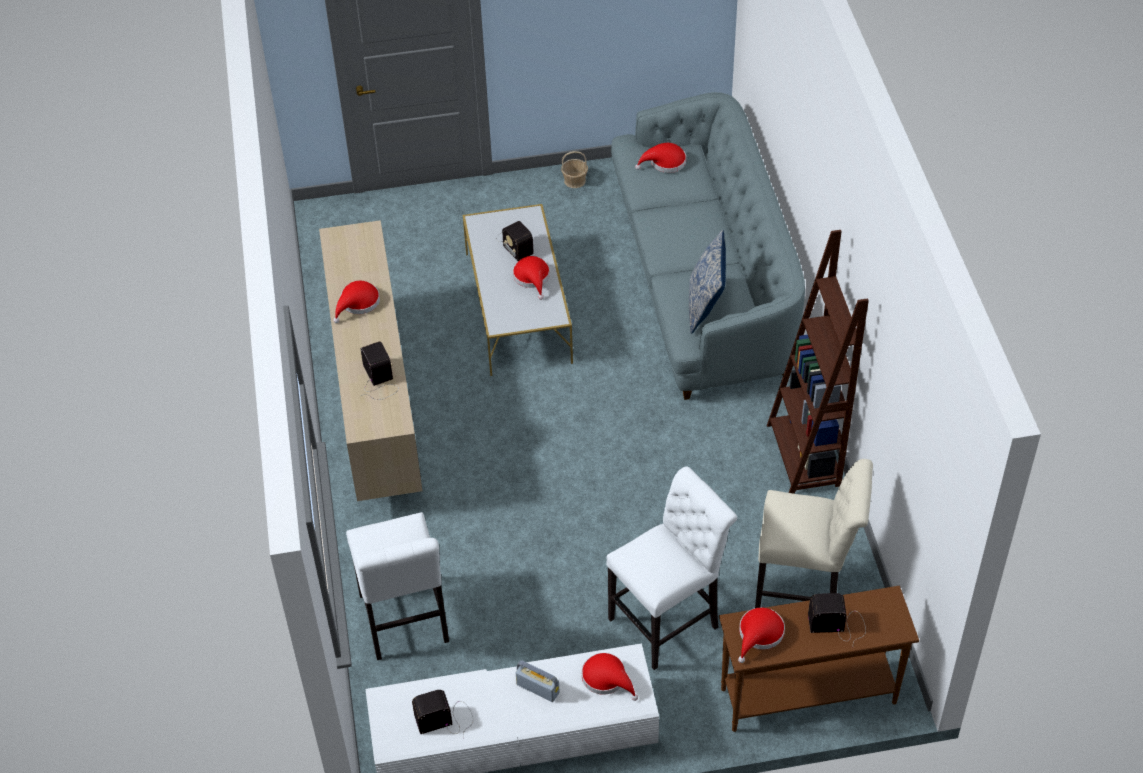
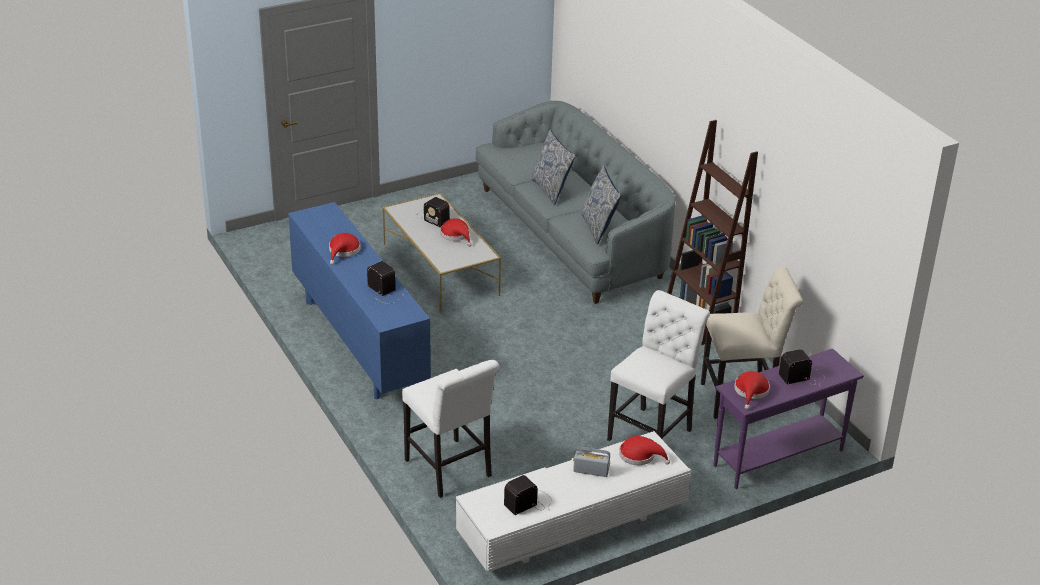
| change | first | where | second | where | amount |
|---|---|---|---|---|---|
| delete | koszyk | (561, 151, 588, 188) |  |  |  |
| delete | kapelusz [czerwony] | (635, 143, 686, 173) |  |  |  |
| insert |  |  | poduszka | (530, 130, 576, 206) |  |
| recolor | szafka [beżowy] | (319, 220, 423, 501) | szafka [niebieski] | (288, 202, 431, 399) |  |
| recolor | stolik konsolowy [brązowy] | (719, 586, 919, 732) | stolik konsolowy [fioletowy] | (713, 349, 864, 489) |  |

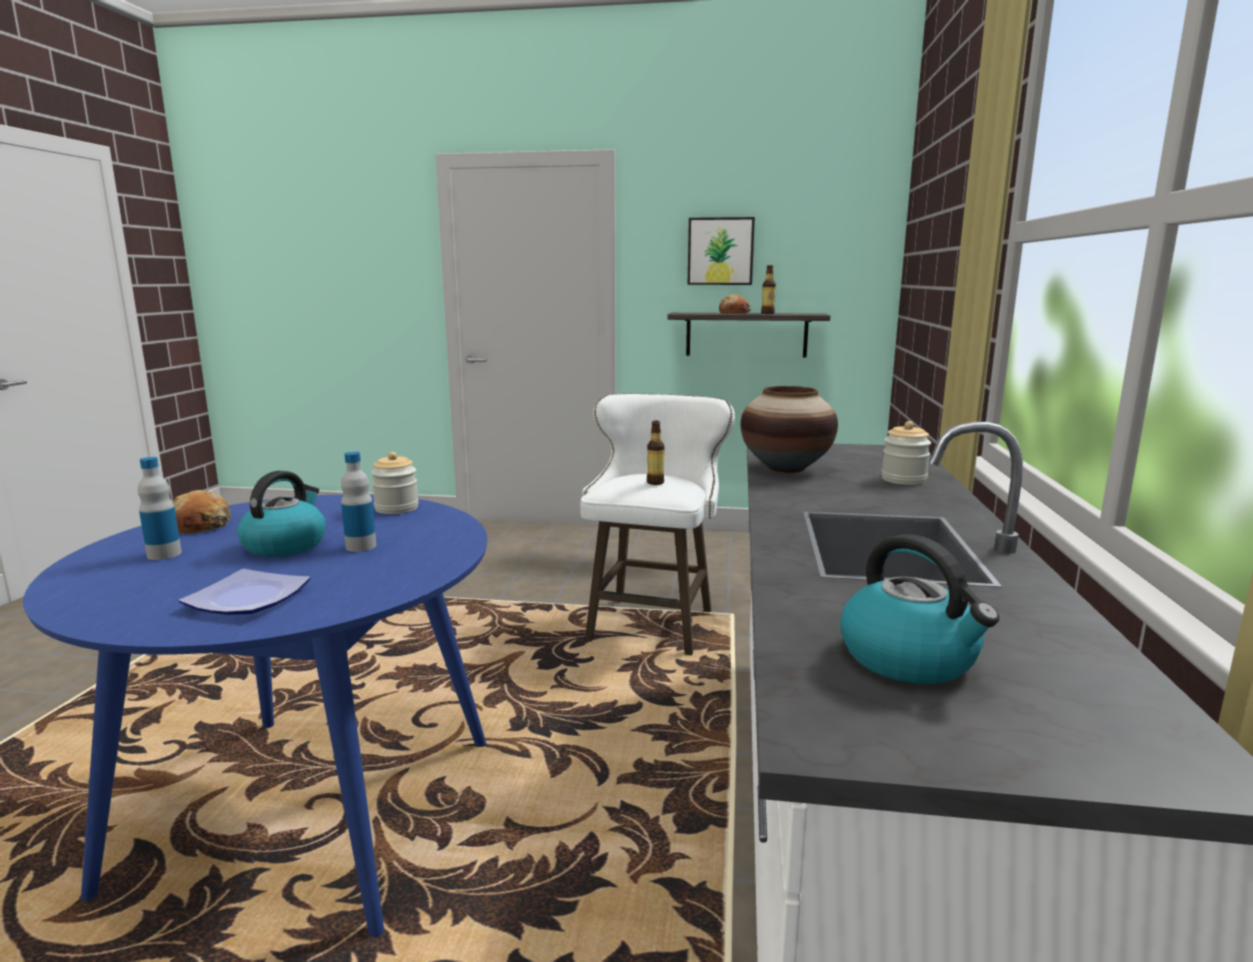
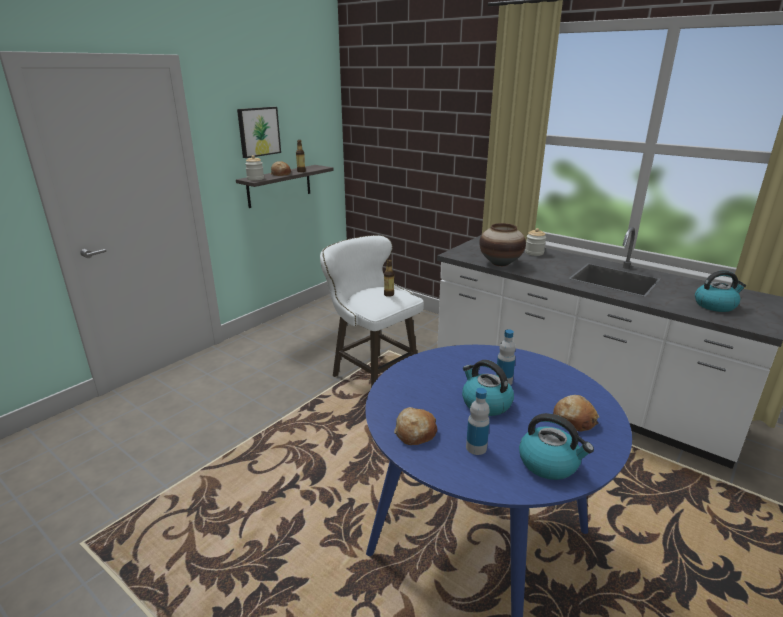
| change | first | where | second | where | amount |
|---|---|---|---|---|---|
| insert |  |  | czajnik | (519, 413, 594, 480) |  |
| move | słoik | (371, 452, 419, 514) |  | (245, 155, 264, 180) |  |
| replace | talerz | (179, 569, 311, 615) | chleb | (553, 395, 599, 431) |  |

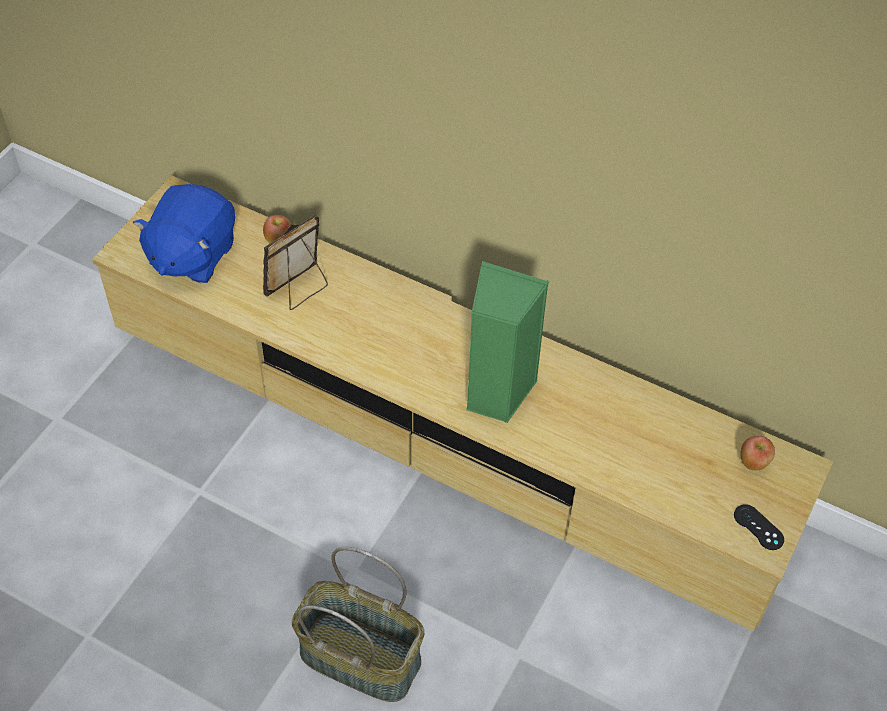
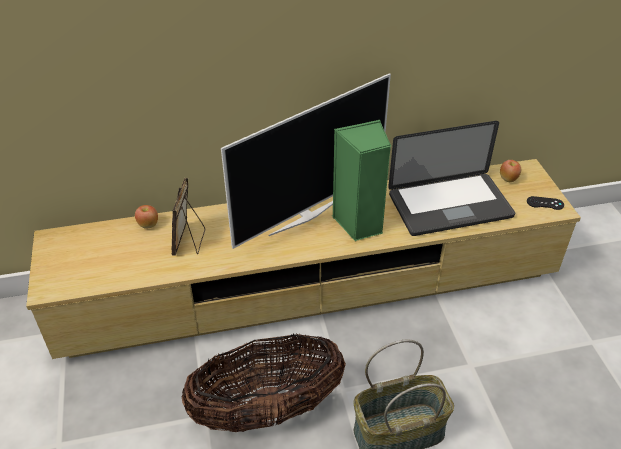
| change | first | where | second | where | amount |
|---|---|---|---|---|---|
| delete | pluszak [niebieski] | (133, 184, 235, 283) |  |  |  |
| insert |  |  | koszyk | (182, 333, 346, 432) |  |
| insert |  |  | telewizor | (221, 73, 391, 249) |  |
| insert |  |  | laptop | (388, 121, 515, 236) |  |

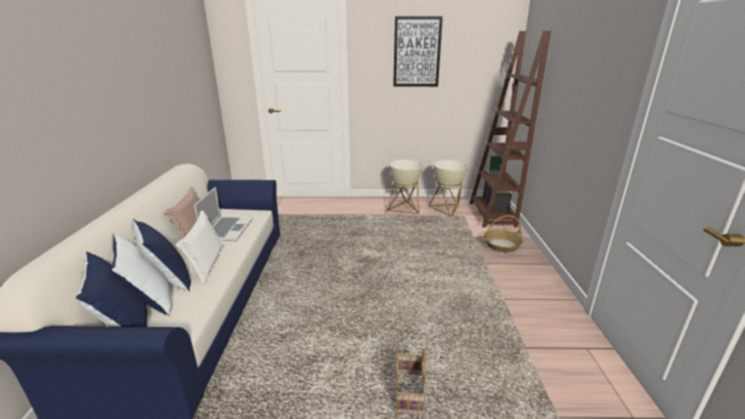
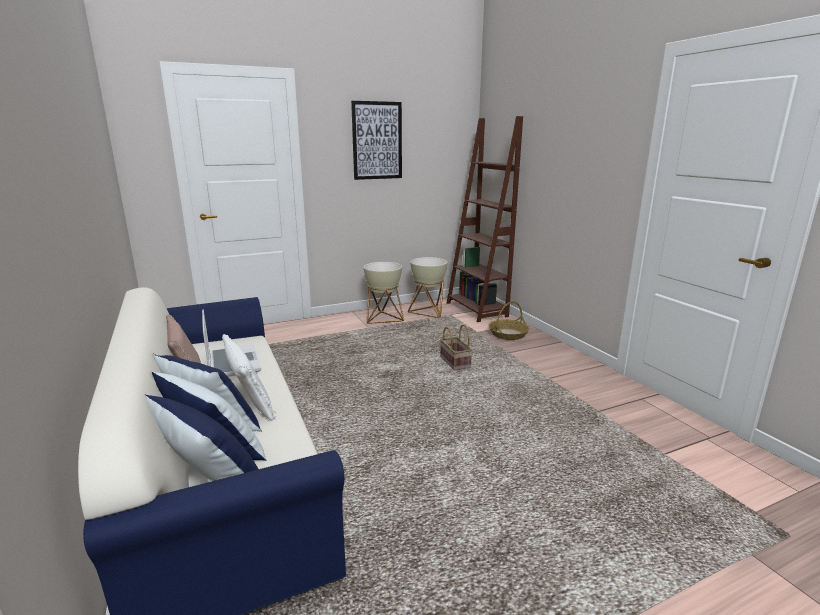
| change | first | where | second | where | amount |
|---|---|---|---|---|---|
| move | koszyk | (395, 347, 426, 415) |  | (440, 324, 472, 370) |  |

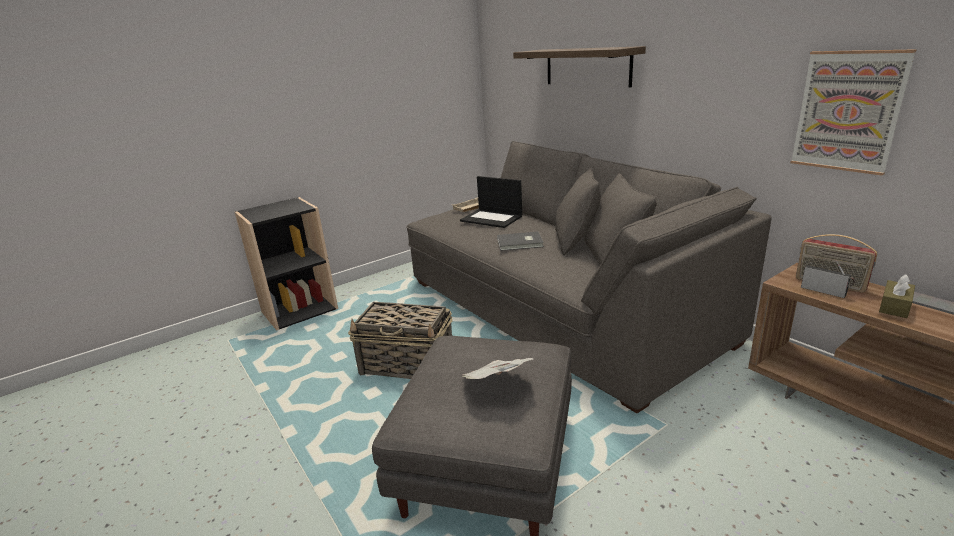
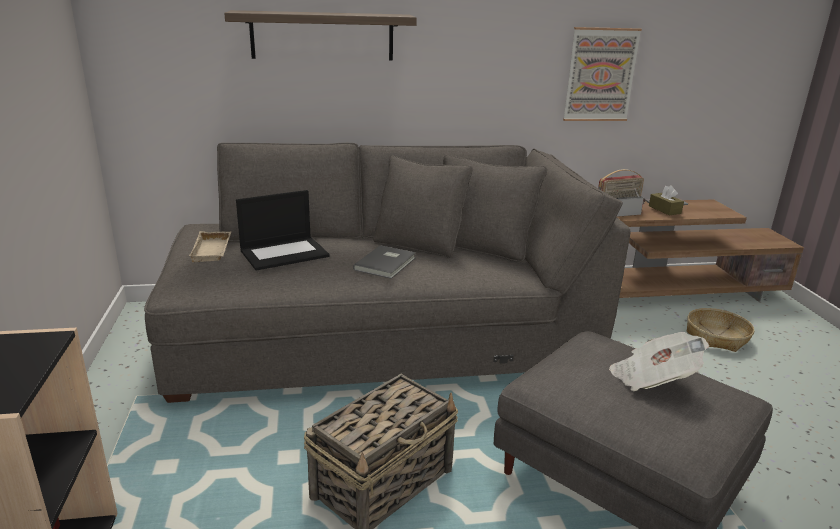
| change | first | where | second | where | amount |
|---|---|---|---|---|---|
| insert |  |  | koszyk | (687, 308, 755, 352) |  |

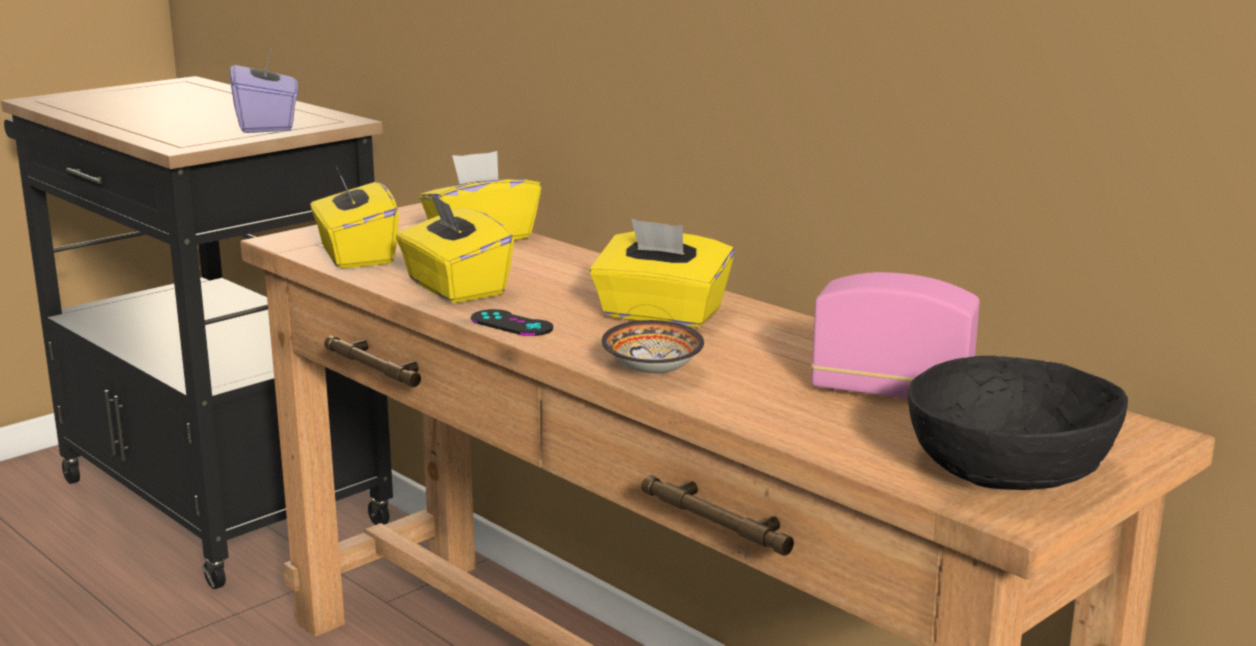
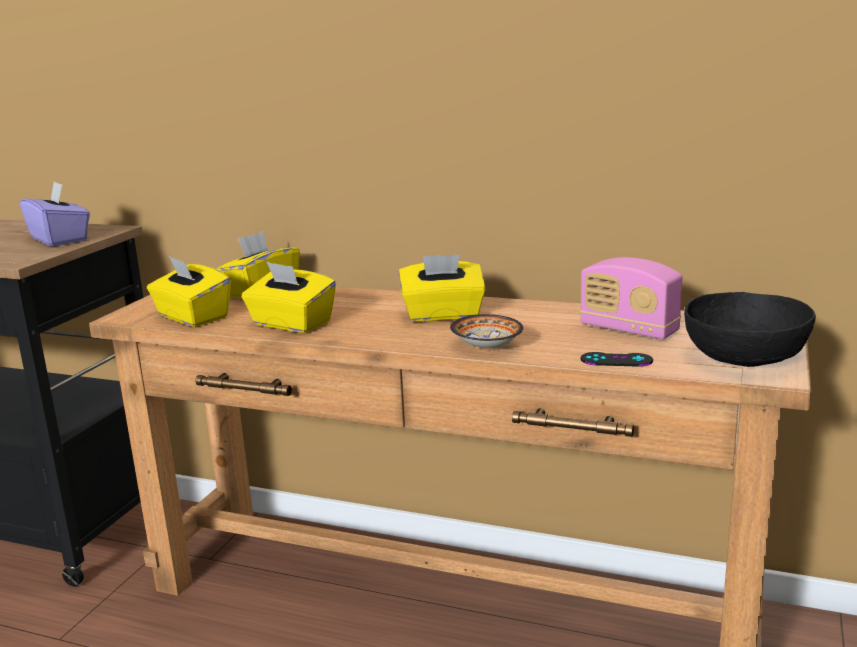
| change | first | where | second | where | amount |
|---|---|---|---|---|---|
| move | pad do gier [czarny] | (471, 309, 553, 336) |  | (581, 352, 653, 367) |  |
| rotate | radio | (811, 272, 980, 399) |  | (580, 257, 682, 339) | 135 degrees counterclockwise |

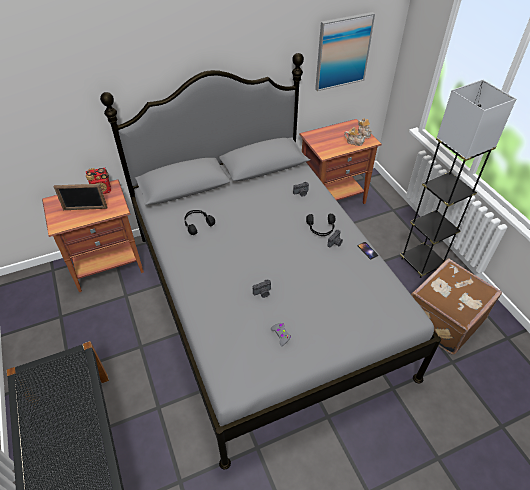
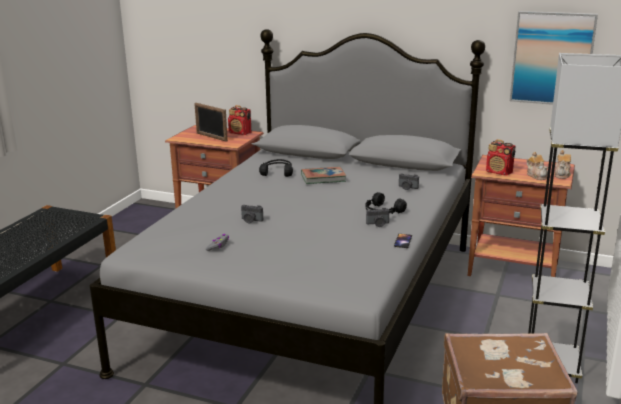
| change | first | where | second | where | amount |
|---|---|---|---|---|---|
| insert |  |  | książka | (301, 167, 346, 184) |  |
| insert |  |  | radio | (486, 139, 516, 175) |  |

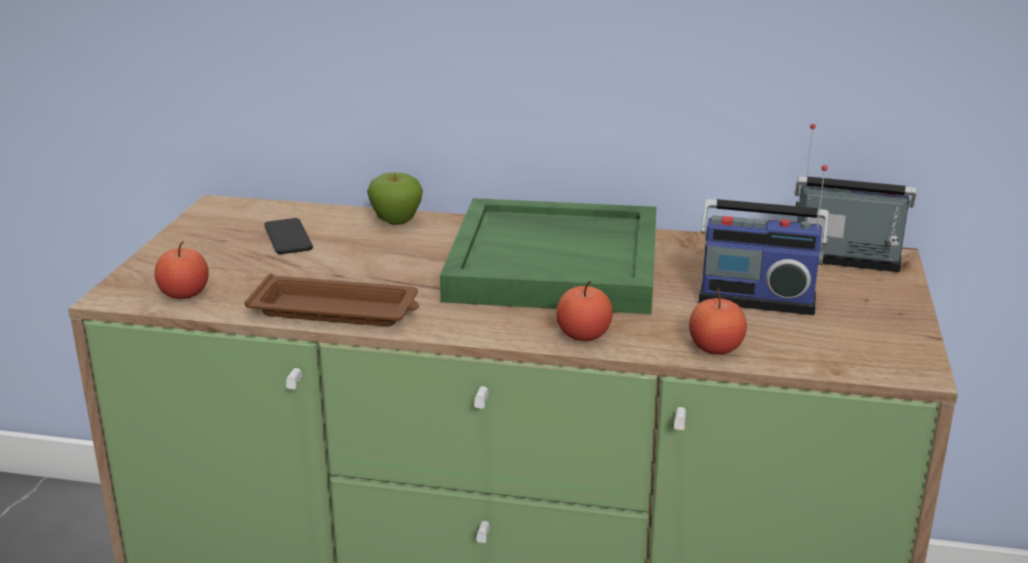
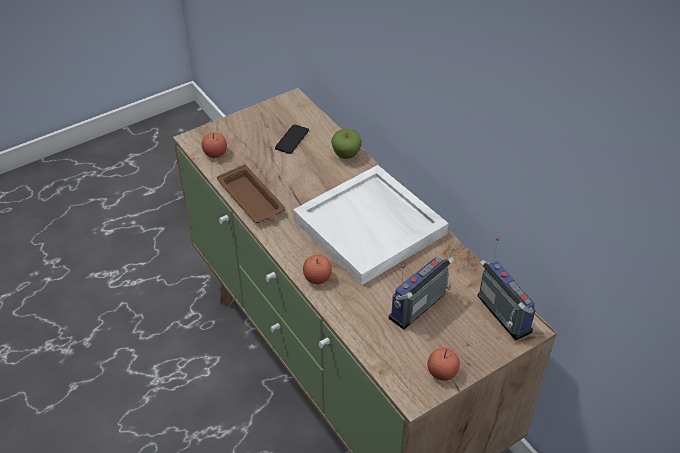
| change | first | where | second | where | amount |
|---|---|---|---|---|---|
| move | jabłko | (689, 288, 747, 354) |  | (427, 348, 460, 381) |  |
| recolor | taca [zielony] | (440, 198, 656, 314) | taca [biały] | (293, 165, 449, 285) |  |
| rotate | radio | (699, 165, 829, 315) |  | (389, 257, 454, 330) | 75 degrees clockwise |

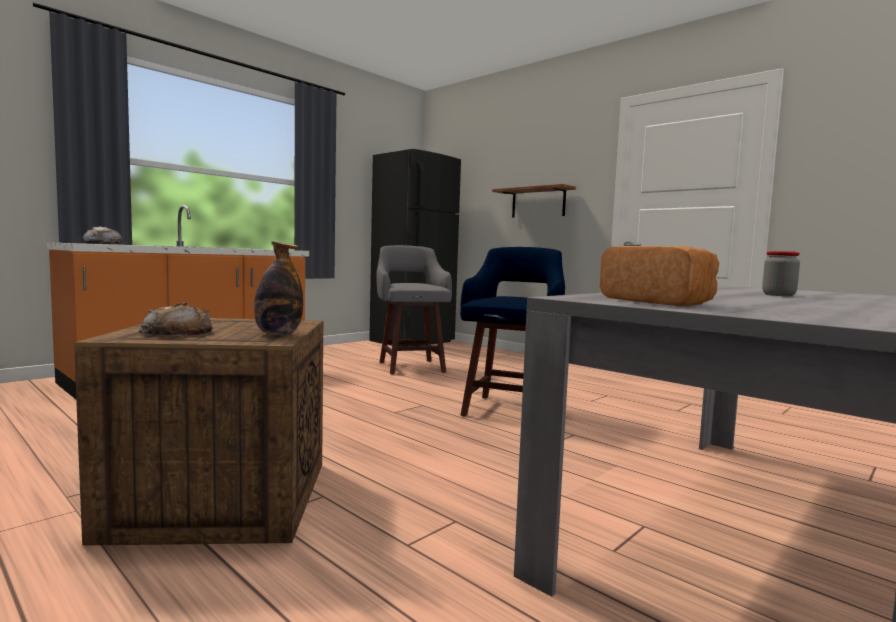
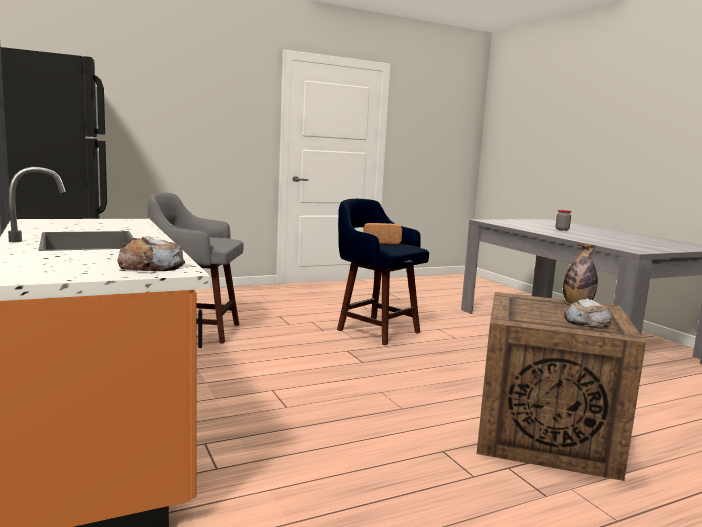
| change | first | where | second | where | amount |
|---|---|---|---|---|---|
| delete | półka | (492, 184, 576, 217) |  |  |  |
| move | chleb | (600, 246, 719, 306) |  | (364, 223, 402, 244) |  |

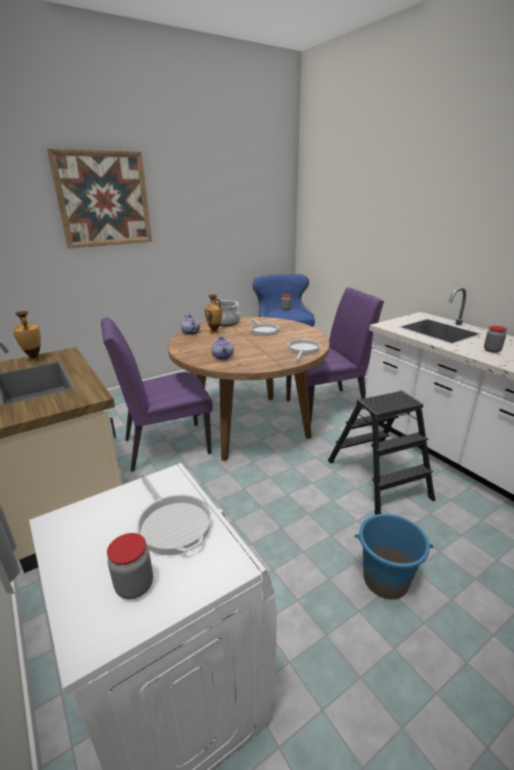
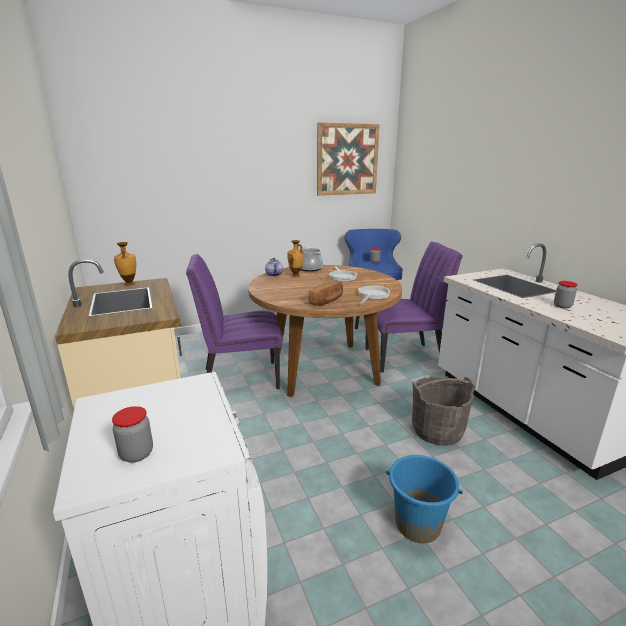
| change | first | where | second | where | amount |
|---|---|---|---|---|---|
| delete | patelnia | (137, 474, 211, 555) |  |  |  |
| delete | imbryk | (211, 336, 234, 360) |  |  |  |
| insert |  |  | chleb | (308, 280, 343, 306) |  |
| move | obraz | (47, 148, 152, 249) |  | (317, 122, 380, 196) |  |
| replace | drabinka [czarny] | (328, 390, 435, 515) | wiadro [szary] | (412, 376, 475, 446) |  |

